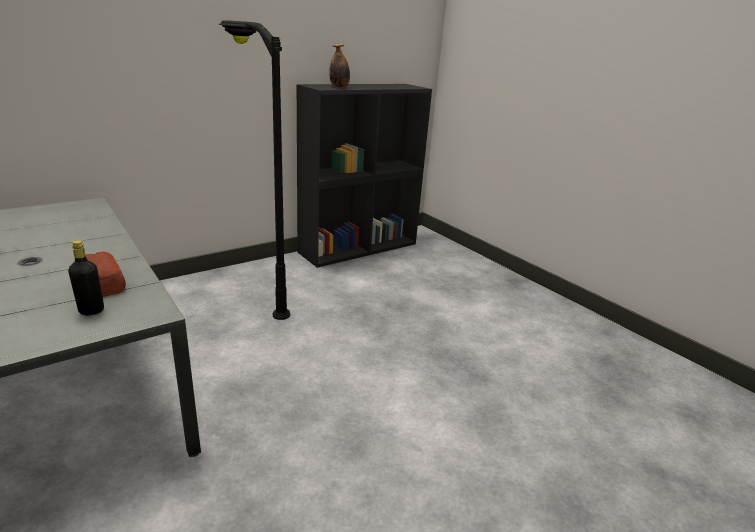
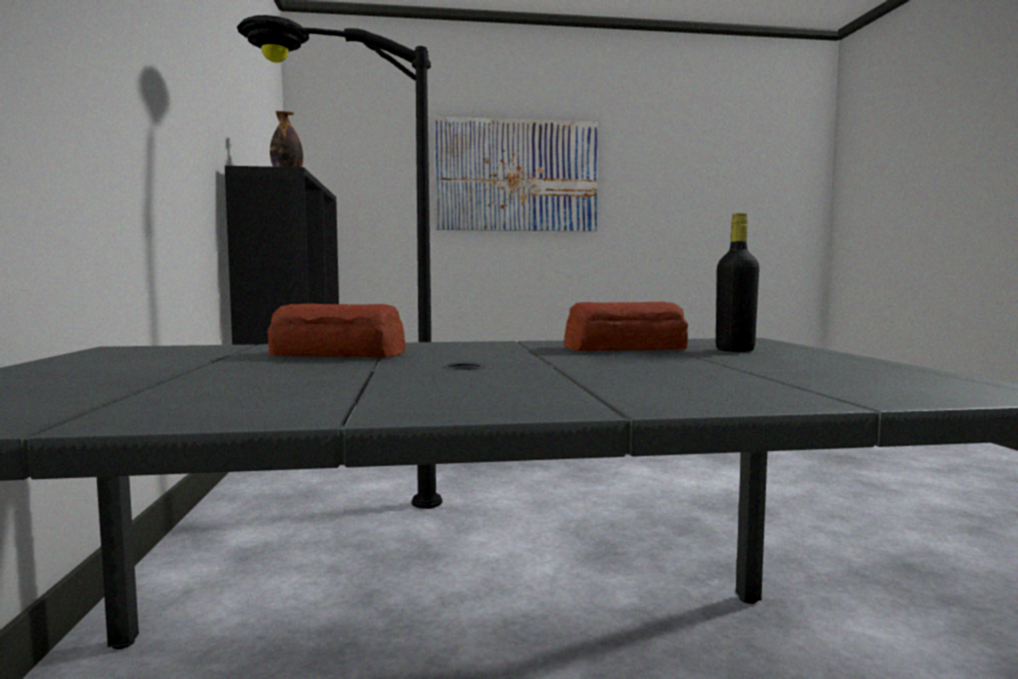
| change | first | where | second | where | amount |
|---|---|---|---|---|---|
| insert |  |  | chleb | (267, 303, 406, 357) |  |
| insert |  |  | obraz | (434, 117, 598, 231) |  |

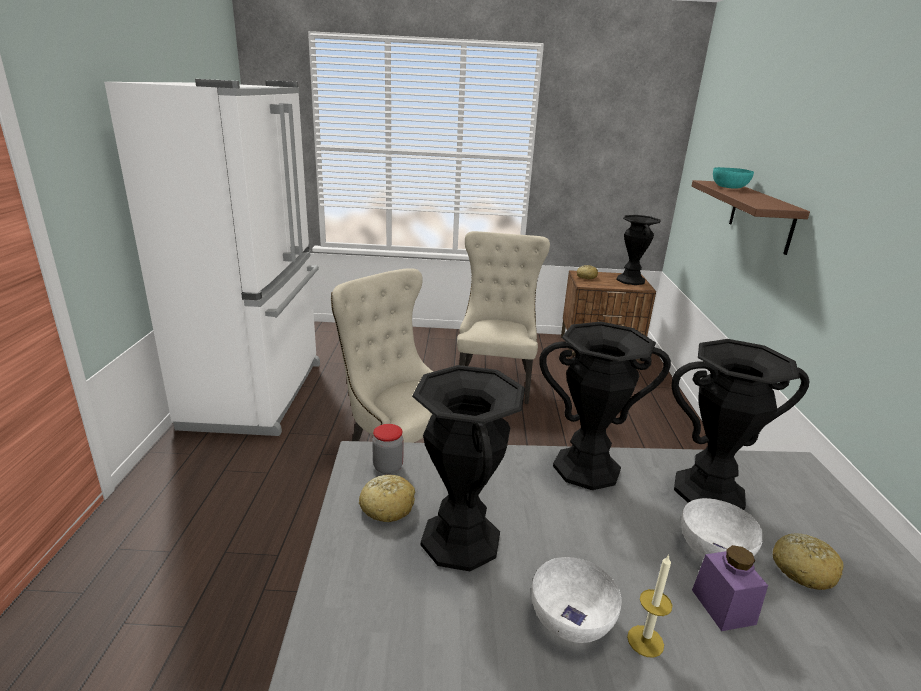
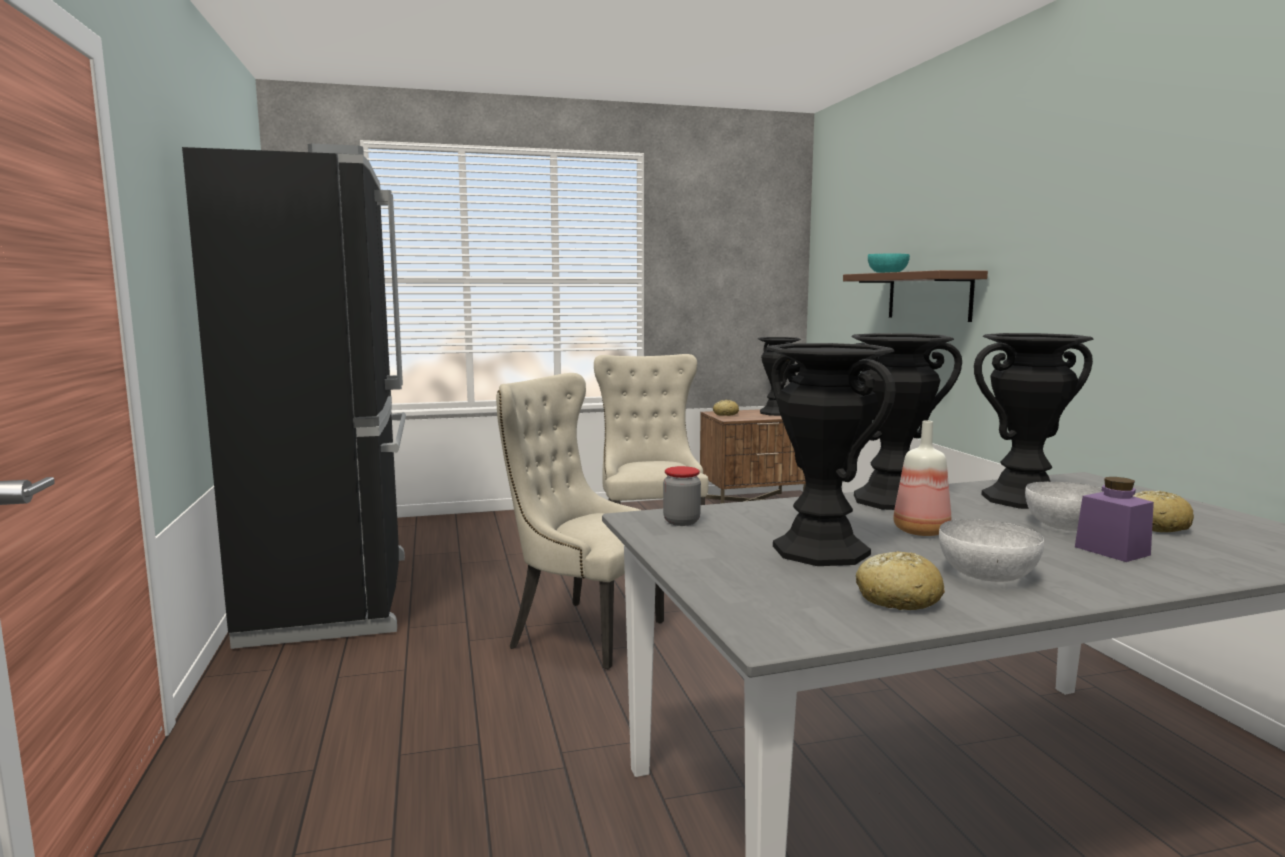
| change | first | where | second | where | amount |
|---|---|---|---|---|---|
| delete | świeca | (627, 554, 673, 658) |  |  |  |
| insert |  |  | butelka | (893, 421, 951, 536) |  |
| move | chleb | (359, 475, 415, 522) |  | (856, 551, 945, 610) |  |
| recolor | lodówka [biały] | (104, 79, 320, 436) | lodówka [czarny] | (182, 144, 406, 649) |  |

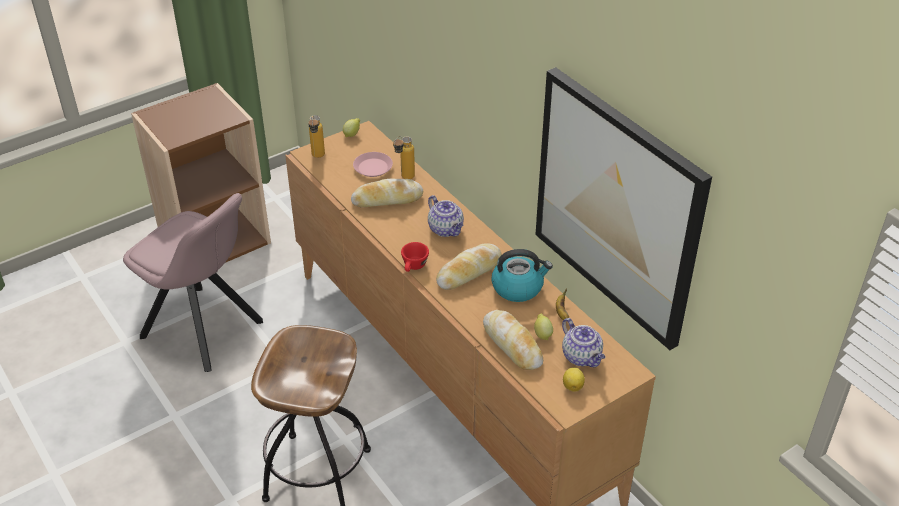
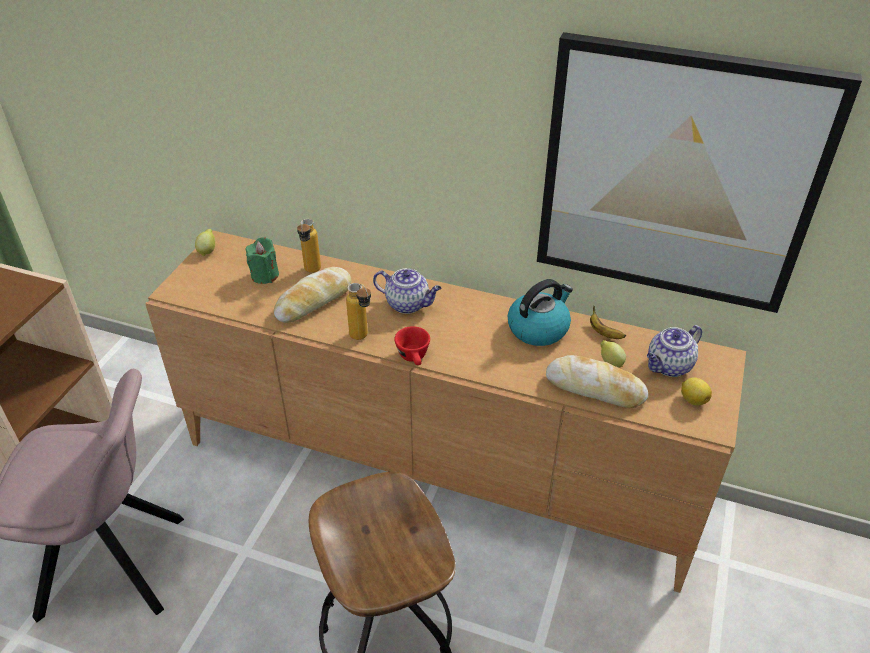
| change | first | where | second | where | amount |
|---|---|---|---|---|---|
| delete | chleb | (436, 243, 502, 290) |  |  |  |
| move | butelka | (308, 115, 325, 158) |  | (346, 283, 371, 340) |  |
| replace | talerz [różowy] | (353, 152, 393, 177) | świeca [zielony] | (245, 237, 279, 284) |  |
| rotate | imbryk | (562, 318, 605, 367) |  | (647, 325, 702, 377) | 120 degrees clockwise |

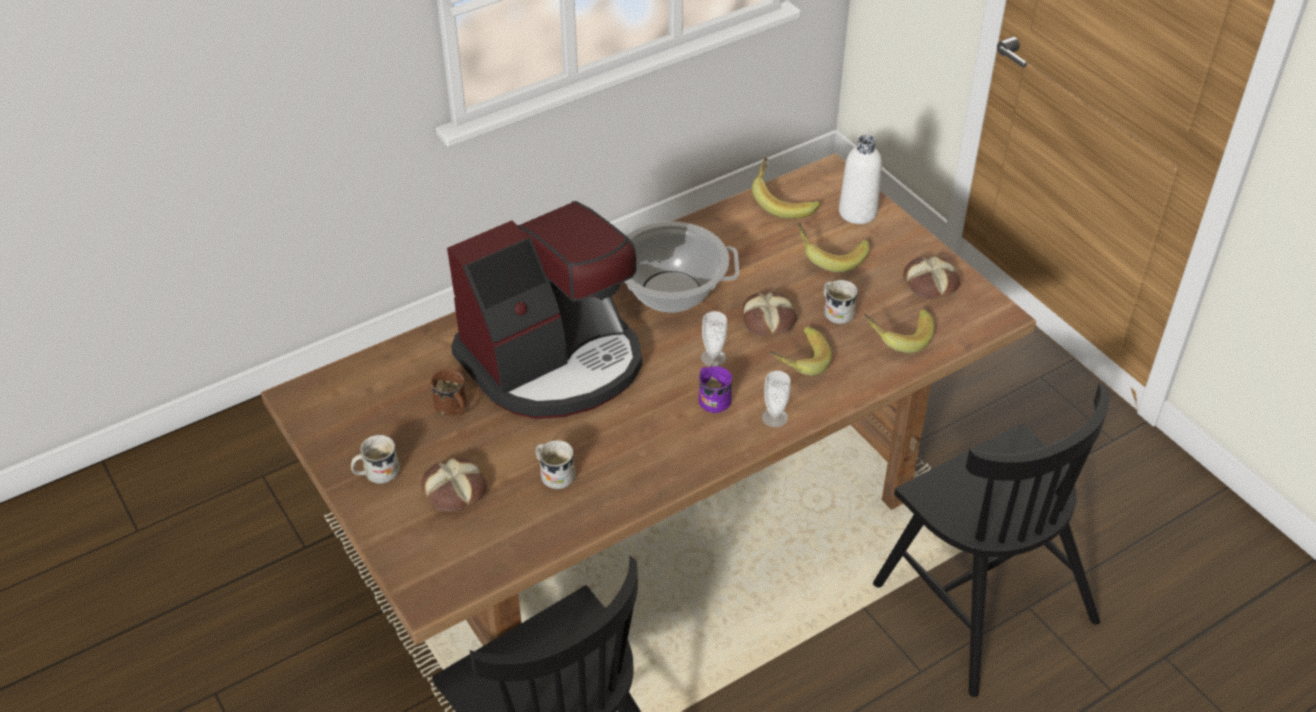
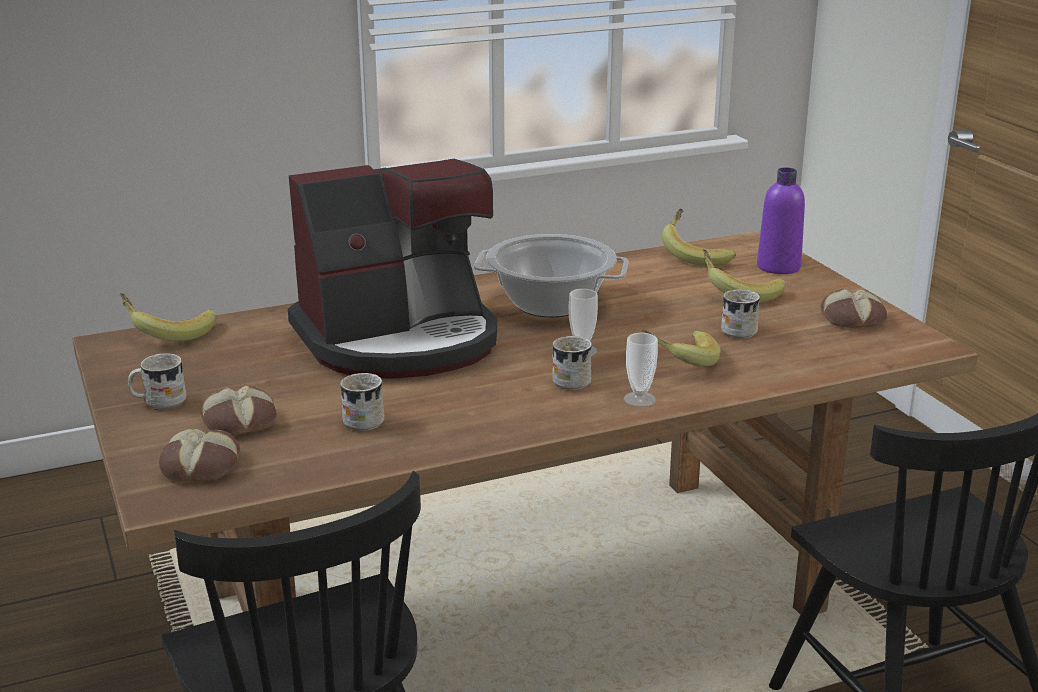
| change | first | where | second | where | amount |
|---|---|---|---|---|---|
| delete | kubek [brązowy] | (431, 369, 467, 415) |  |  |  |
| move | chleb | (742, 292, 797, 336) |  | (159, 428, 240, 482) |  |
| move | banan | (864, 309, 934, 353) |  | (120, 293, 216, 341) |  |
| recolor | kubek [fioletowy] | (699, 366, 732, 413) | kubek [biały] | (552, 336, 592, 390) |  |
| recolor | butelka [biały] | (839, 135, 882, 224) | butelka [fioletowy] | (757, 167, 805, 274) |  |

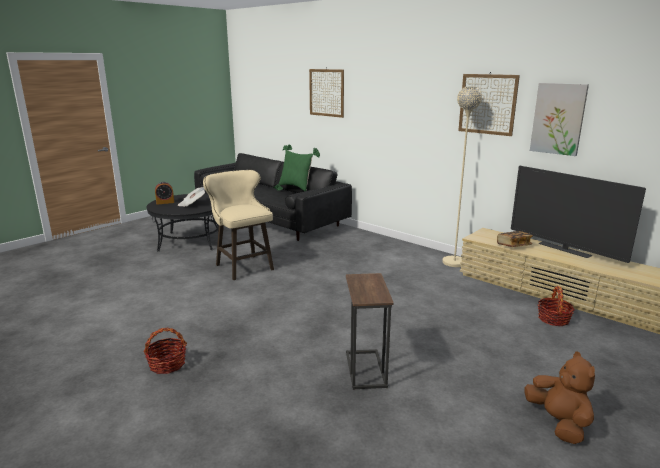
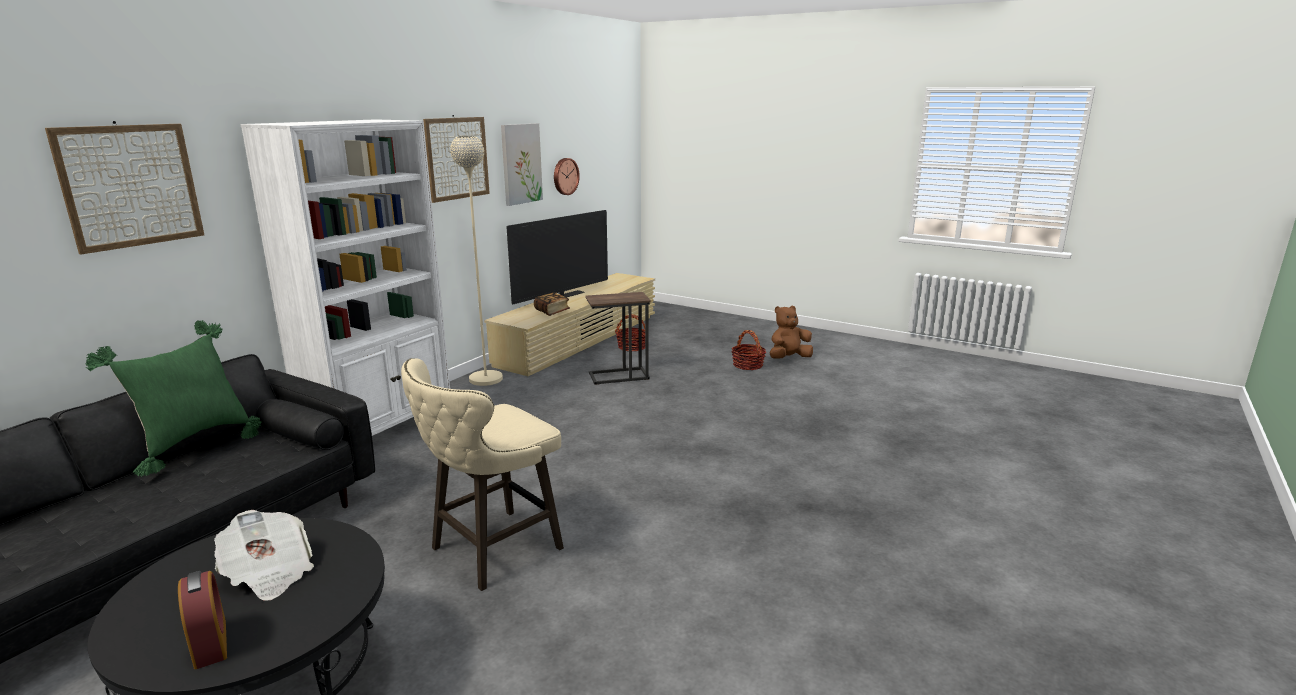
| change | first | where | second | where | amount |
|---|---|---|---|---|---|
| insert |  |  | regał [biały] | (240, 119, 450, 436) |  |
| insert |  |  | zegar ścienny | (554, 158, 580, 195) |  |
| move | koszyk | (144, 328, 187, 374) |  | (731, 330, 766, 370) |  |
| move | stolik [brązowy] | (346, 273, 394, 390) |  | (585, 292, 651, 385) |  |

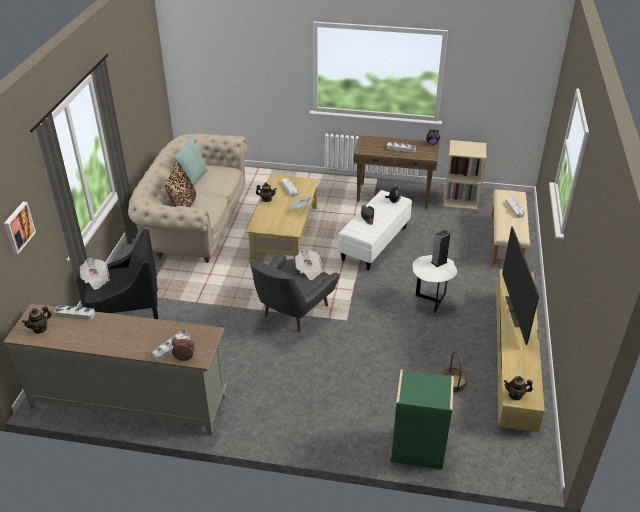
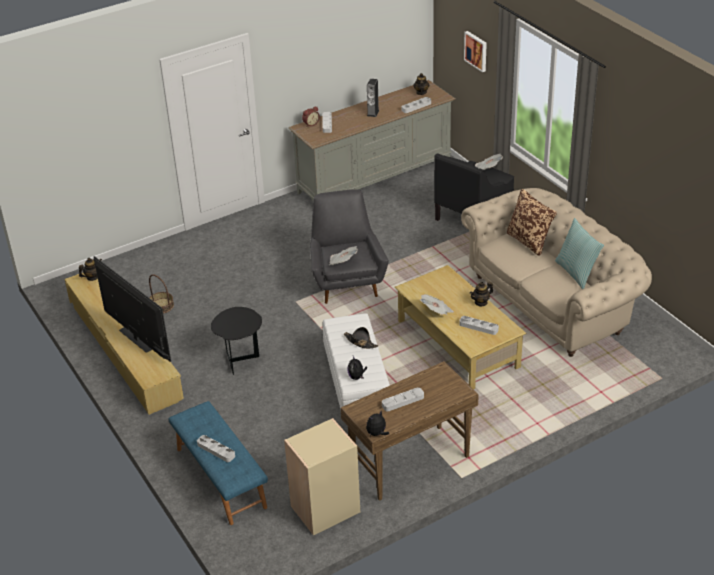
| change | first | where | second | where | amount |
|---|---|---|---|---|---|
| delete | regał [zielony] | (391, 370, 454, 469) |  |  |  |
| move | głośnik | (431, 230, 450, 267) |  | (367, 79, 379, 117) |  |
| recolor | stolik [biały] | (413, 255, 457, 313) | stolik [czarny] | (211, 307, 262, 375) |  |
| recolor | ławka [beżowy] | (491, 190, 530, 266) | ławka [niebieski] | (169, 401, 268, 525) |  |

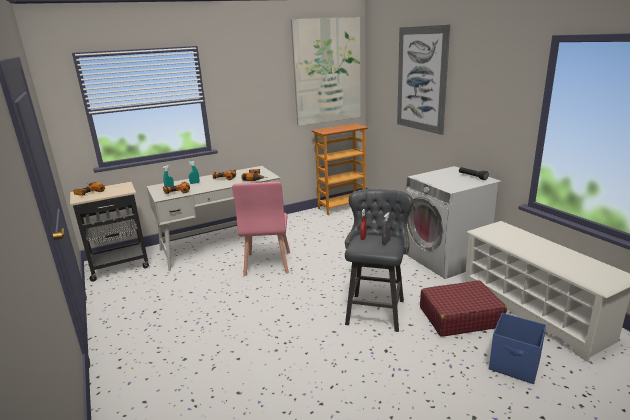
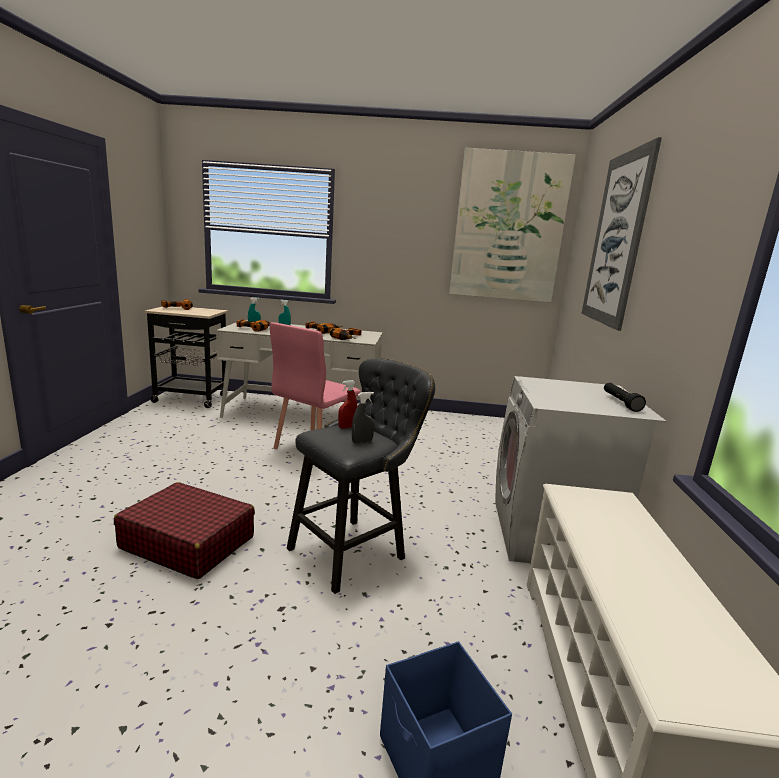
| change | first | where | second | where | amount |
|---|---|---|---|---|---|
| delete | regał | (311, 124, 369, 215) |  |  |  |
| move | walizka [czerwony] | (420, 280, 507, 337) |  | (114, 482, 255, 579) |  |

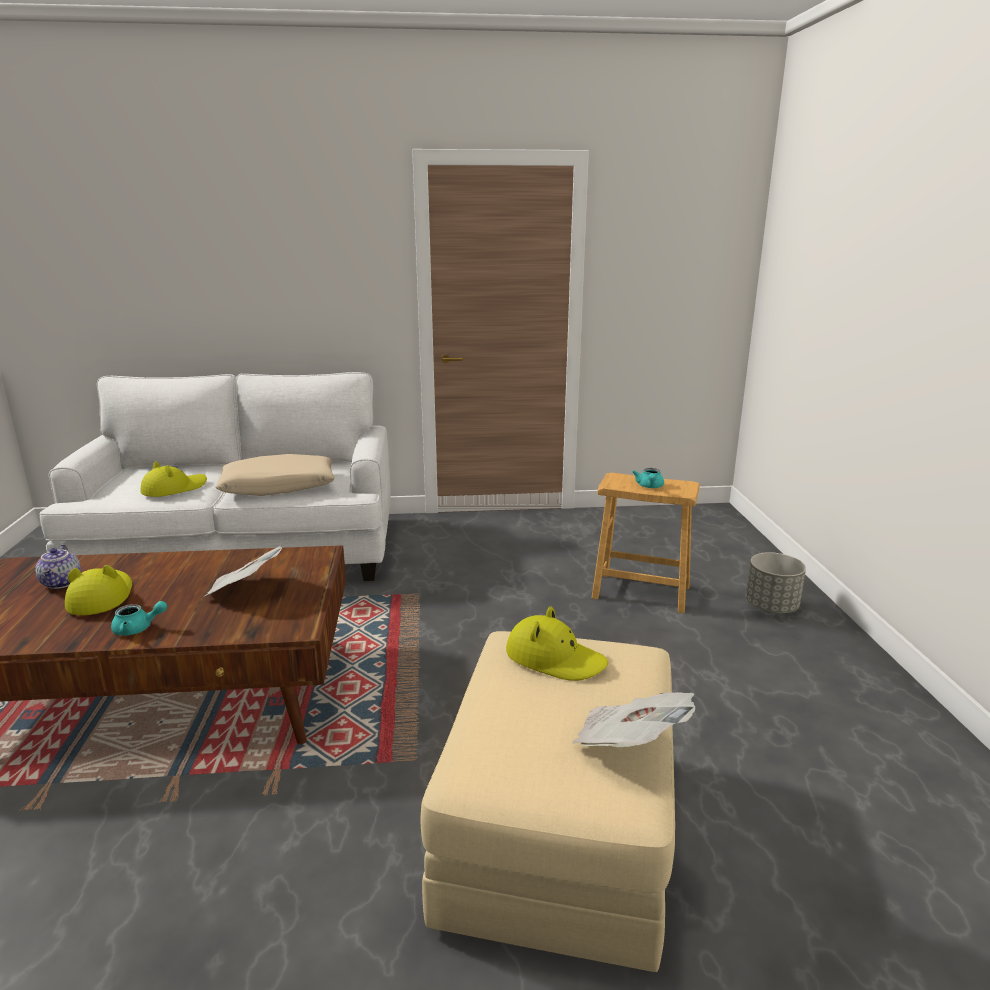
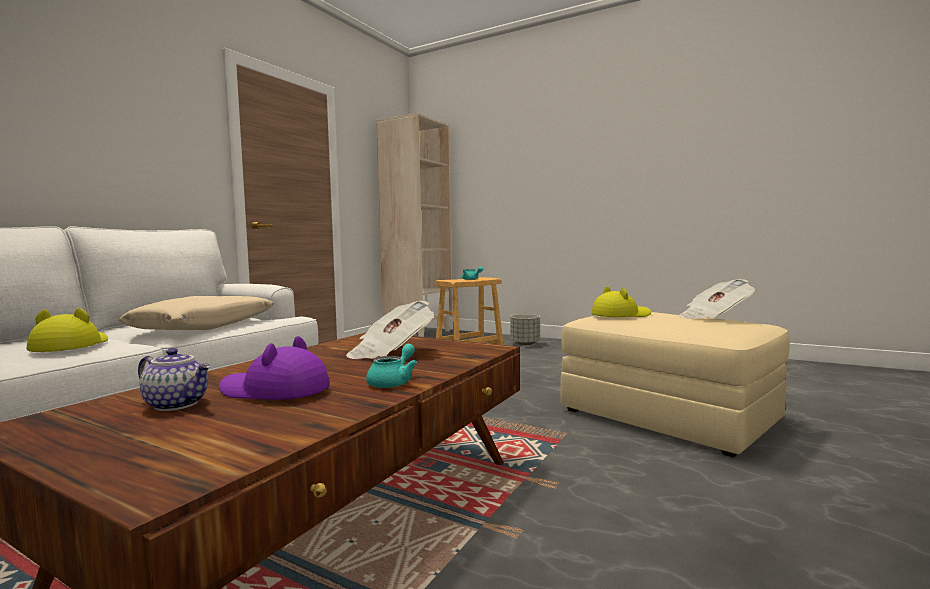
| change | first | where | second | where | amount |
|---|---|---|---|---|---|
| insert |  |  | regał [beżowy] | (376, 113, 452, 337) |  |
| recolor | kapelusz [żółty] | (65, 565, 132, 615) | kapelusz [fioletowy] | (219, 336, 330, 400) |  |

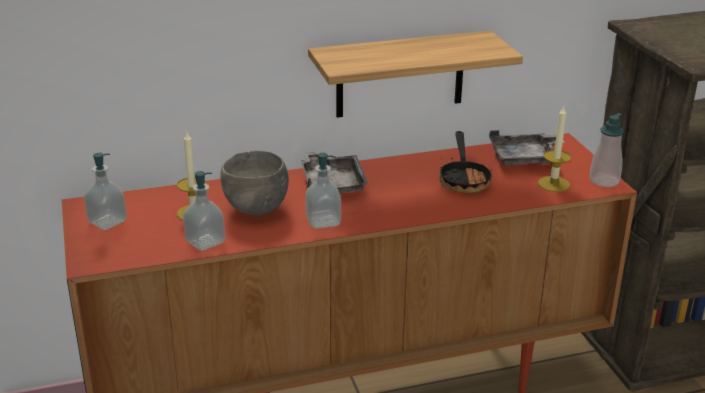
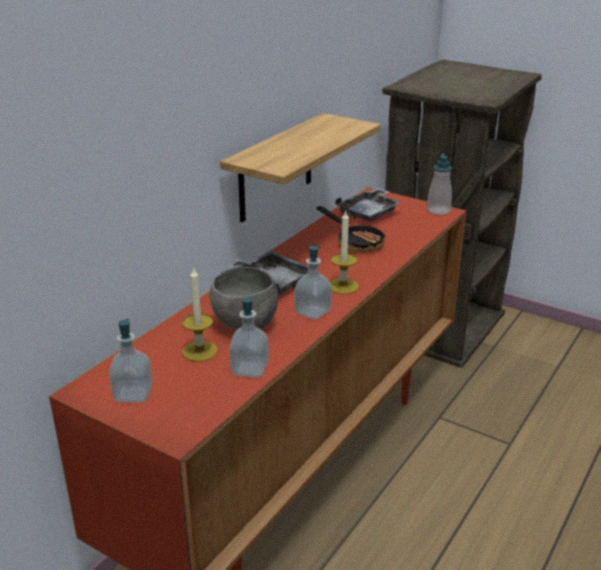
| change | first | where | second | where | amount |
|---|---|---|---|---|---|
| move | świeca | (538, 106, 571, 192) |  | (330, 210, 359, 294) |  |

